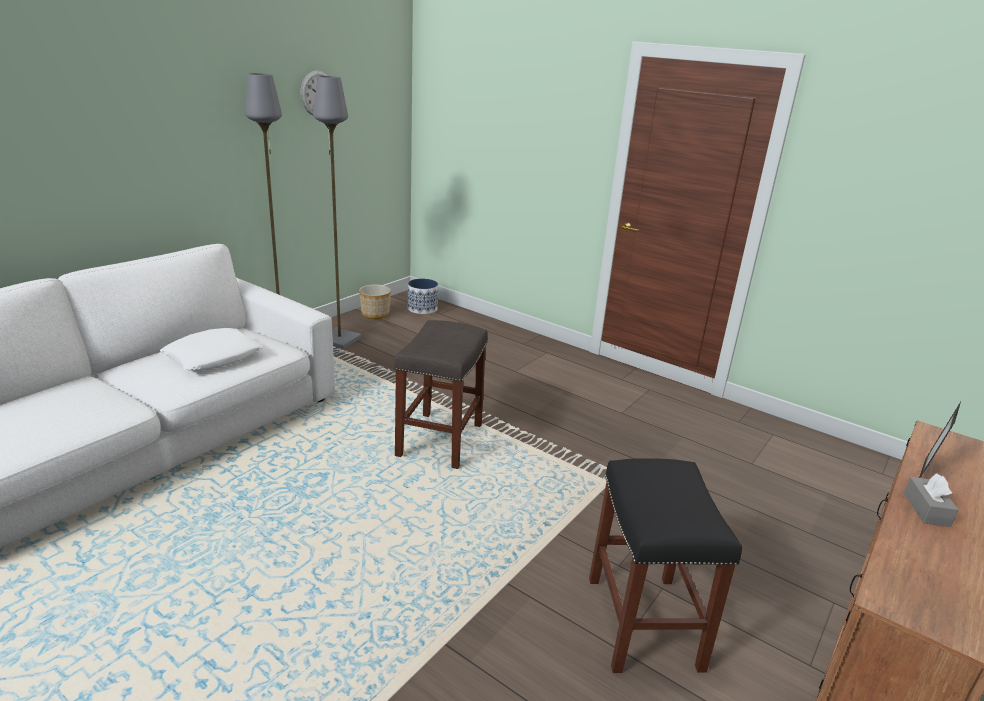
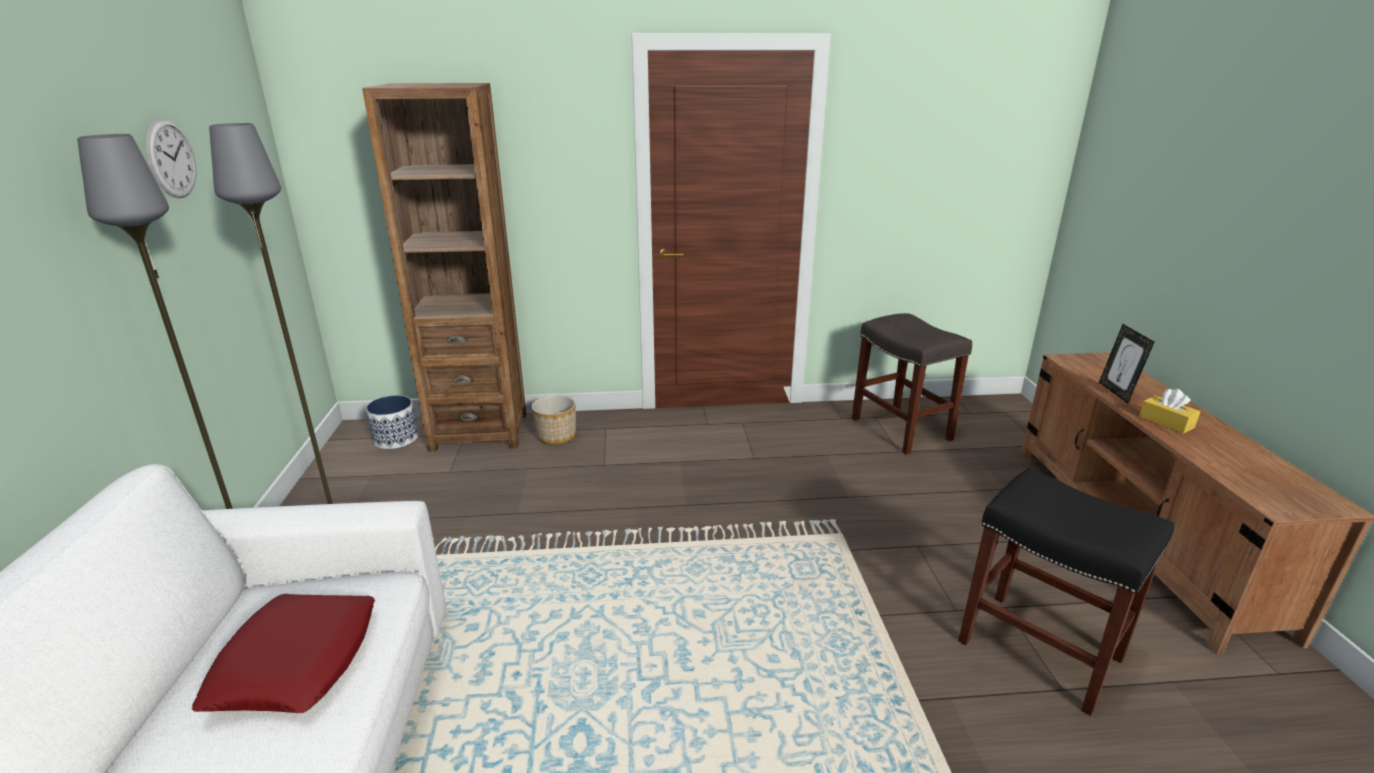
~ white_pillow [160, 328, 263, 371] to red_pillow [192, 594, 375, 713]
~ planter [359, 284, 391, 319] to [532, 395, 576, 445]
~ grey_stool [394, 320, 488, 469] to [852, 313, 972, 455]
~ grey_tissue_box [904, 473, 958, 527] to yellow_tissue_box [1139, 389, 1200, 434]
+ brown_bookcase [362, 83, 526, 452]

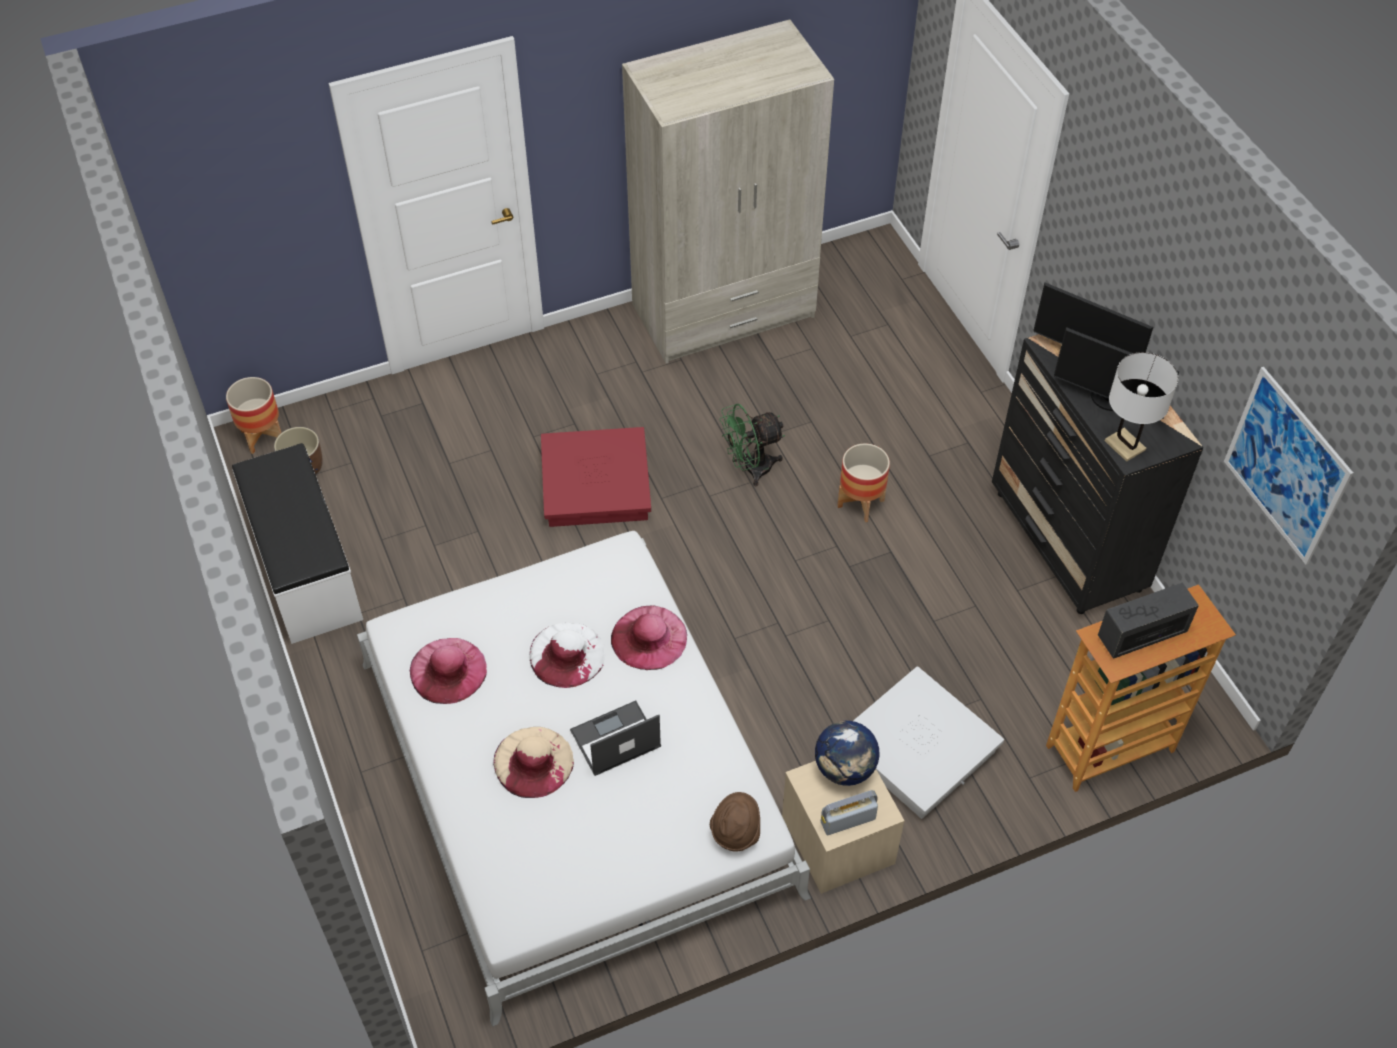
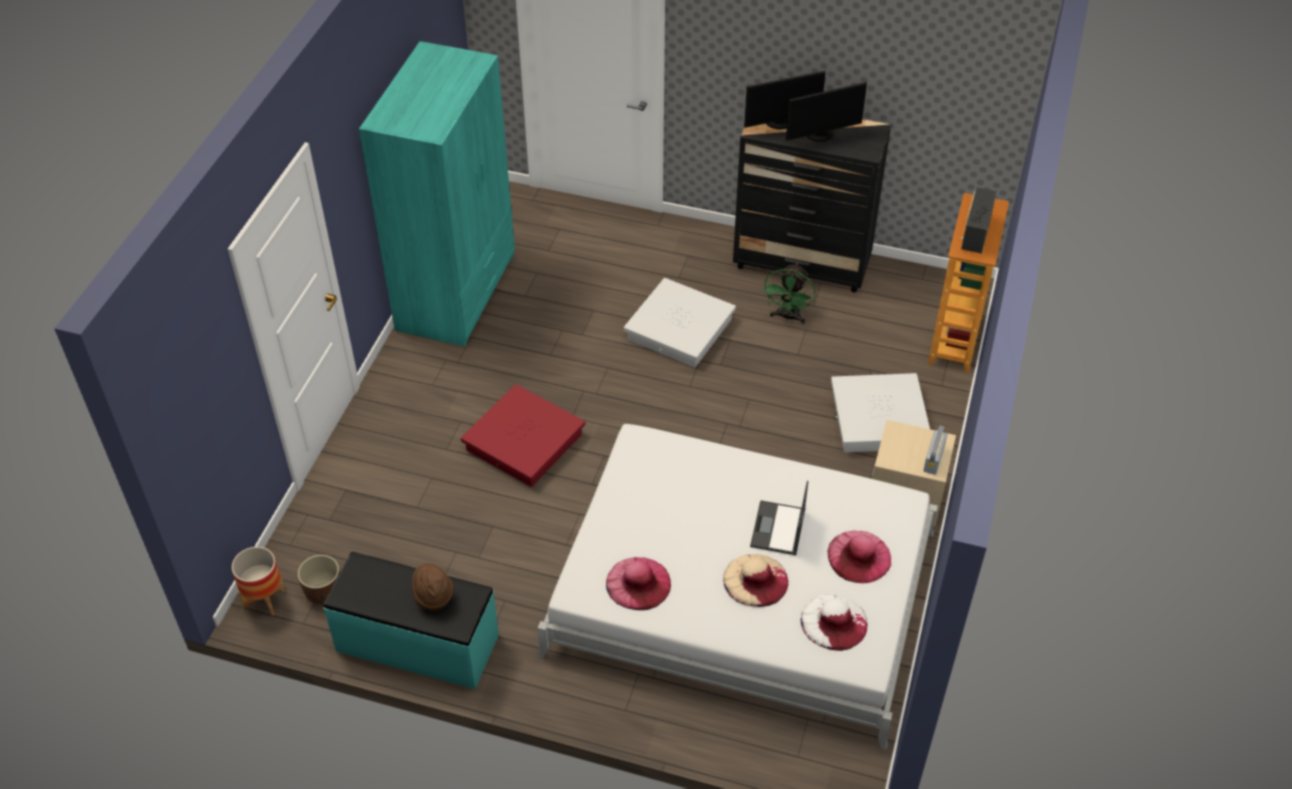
~ white_bench [232, 443, 363, 644] to turquoise_bench [323, 552, 499, 689]
~ white_hat [530, 622, 605, 688] to [801, 595, 867, 651]
~ pink_hat [611, 605, 687, 670] to [827, 530, 891, 583]
~ beige_wardrobe [622, 19, 834, 364] to turquoise_wardrobe [359, 41, 515, 347]
~ brown_hat [710, 792, 760, 852] to [412, 563, 454, 611]
~ green_fan [719, 404, 785, 486] to [762, 263, 815, 324]
- globe [815, 721, 879, 786]
~ planter [837, 443, 890, 522] to white_storage_box [624, 278, 736, 367]
- white_table_lamp [1105, 352, 1178, 462]
- picture [1224, 367, 1353, 565]

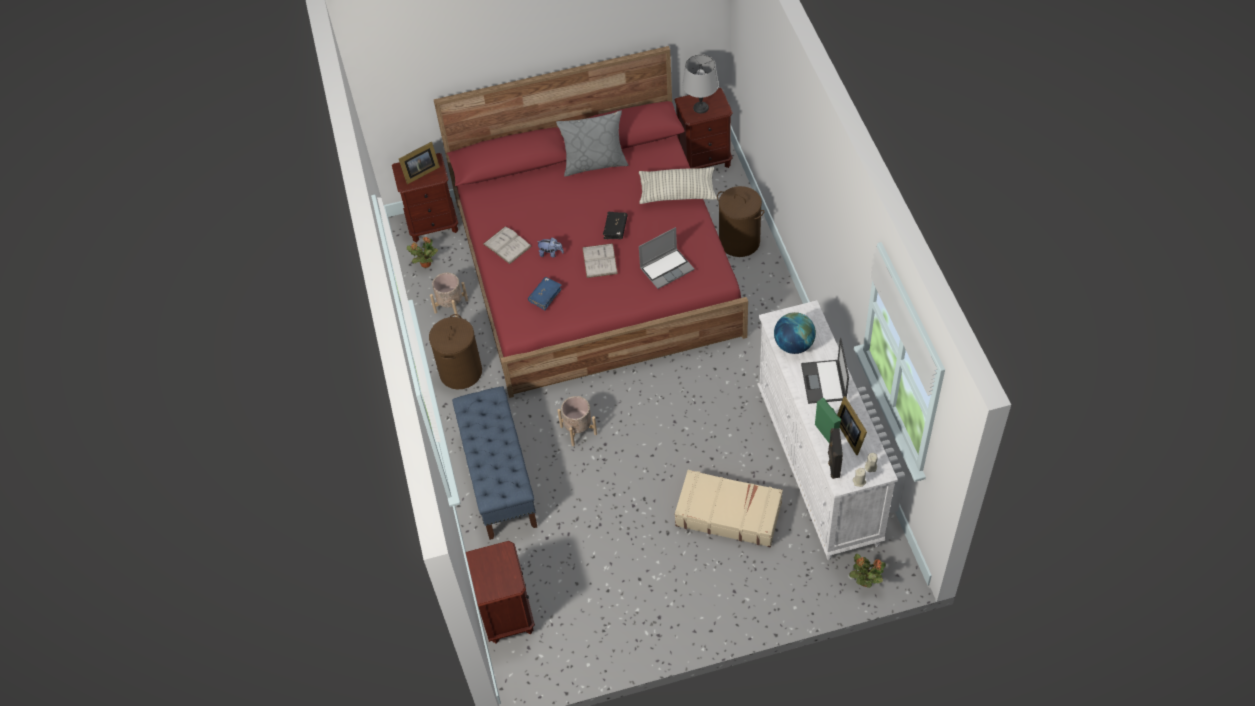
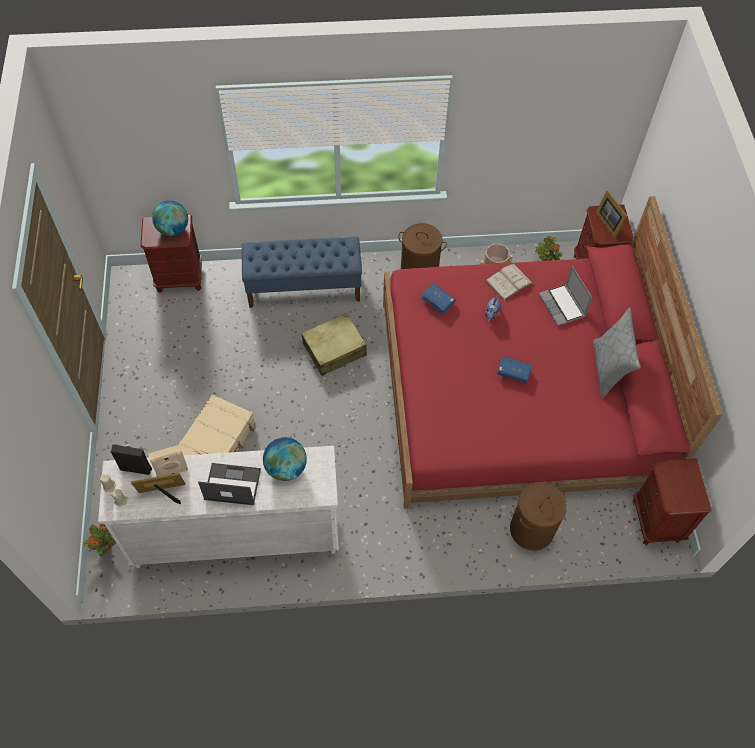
~ beige_planter [558, 396, 597, 446] to beige_suitcase [301, 313, 367, 376]
- white_book [582, 243, 618, 278]
~ black_book [603, 212, 628, 239] to blue_book [497, 356, 532, 383]
- pillow [639, 167, 717, 204]
~ laptop [639, 227, 694, 289] to [539, 265, 592, 326]
- grey_table_lamp [682, 54, 719, 114]
~ green_speaker [815, 398, 841, 443] to beige_speaker [148, 445, 188, 477]
+ globe [152, 200, 188, 236]

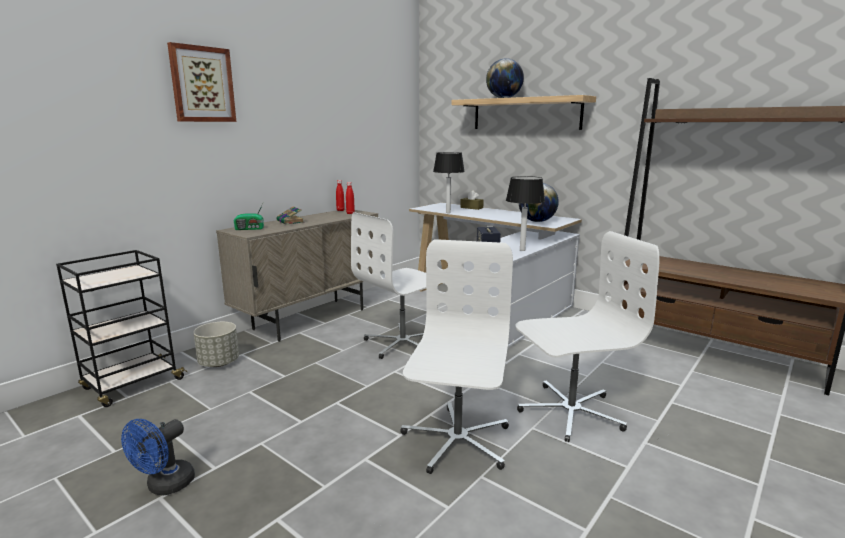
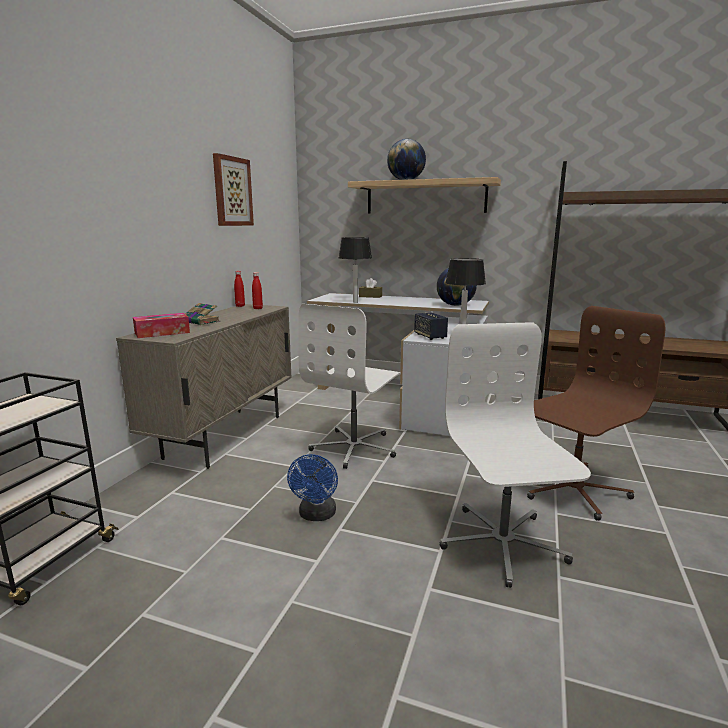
~ blue_fan [121, 419, 195, 495] to [287, 454, 338, 521]
~ picture [167, 42, 236, 122] to [213, 153, 254, 226]
- grey_planter [193, 322, 239, 367]
~ radio [234, 201, 264, 230] to tissue_box [133, 313, 190, 338]
~ white_office_chair [515, 231, 660, 442] to brown_office_chair [527, 306, 665, 520]

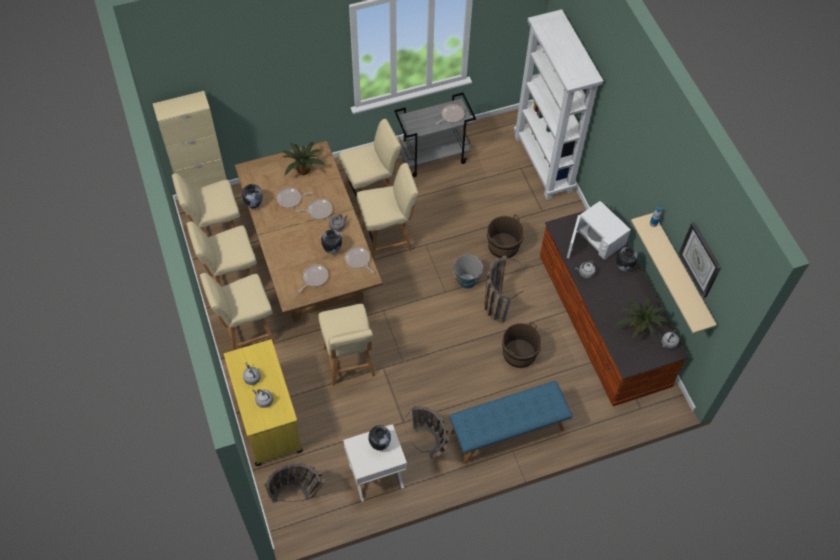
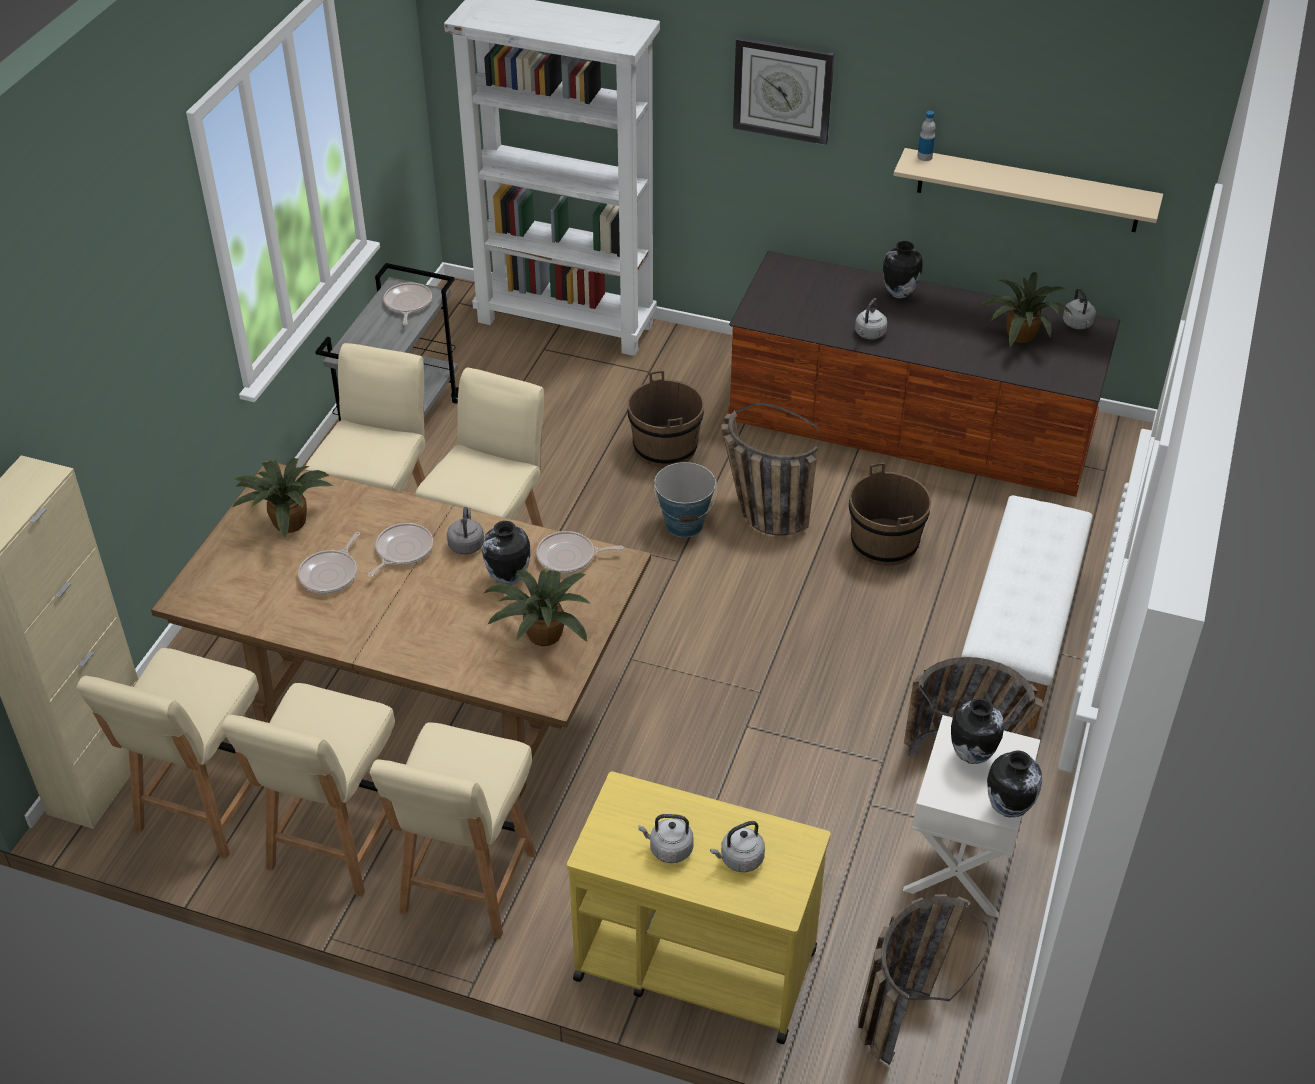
~ vase [242, 184, 263, 209] to [987, 750, 1042, 817]
~ frying_pan [298, 264, 329, 292] to potted_plant [482, 570, 591, 646]
- beige_chair [318, 304, 375, 386]
~ blue_bench [449, 381, 573, 464] to white_bench [961, 495, 1093, 730]
- white_microwave [567, 201, 631, 260]
~ wall_clock [679, 222, 721, 298] to [733, 37, 834, 145]

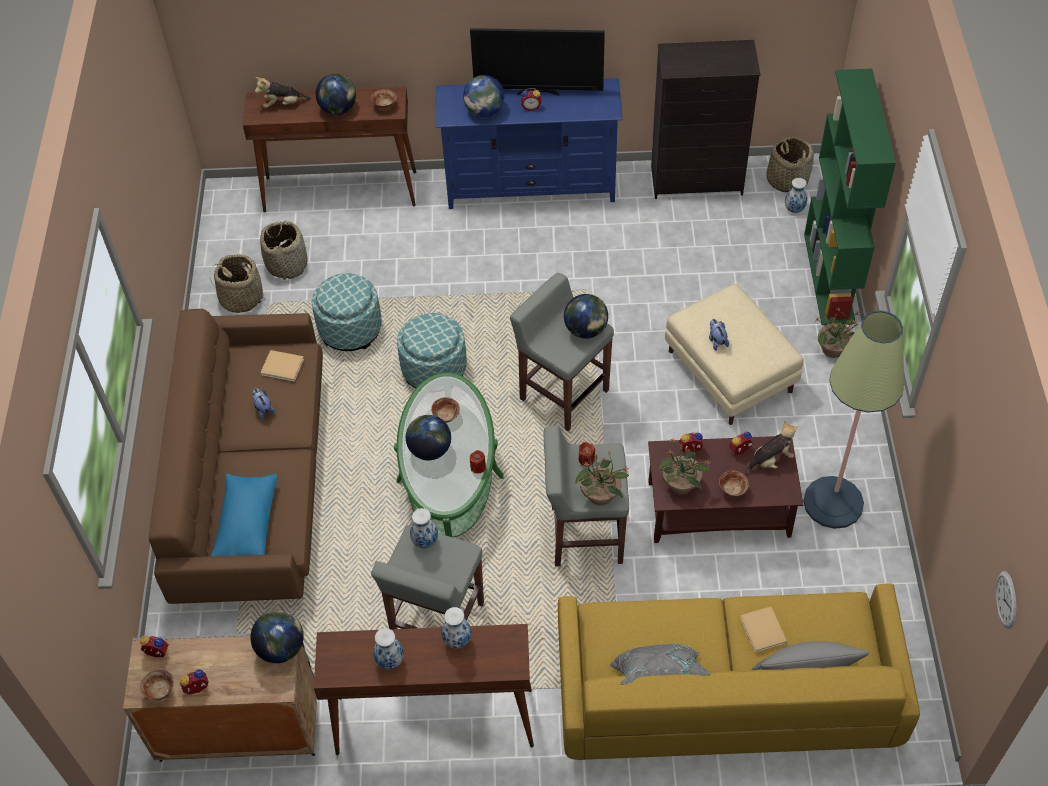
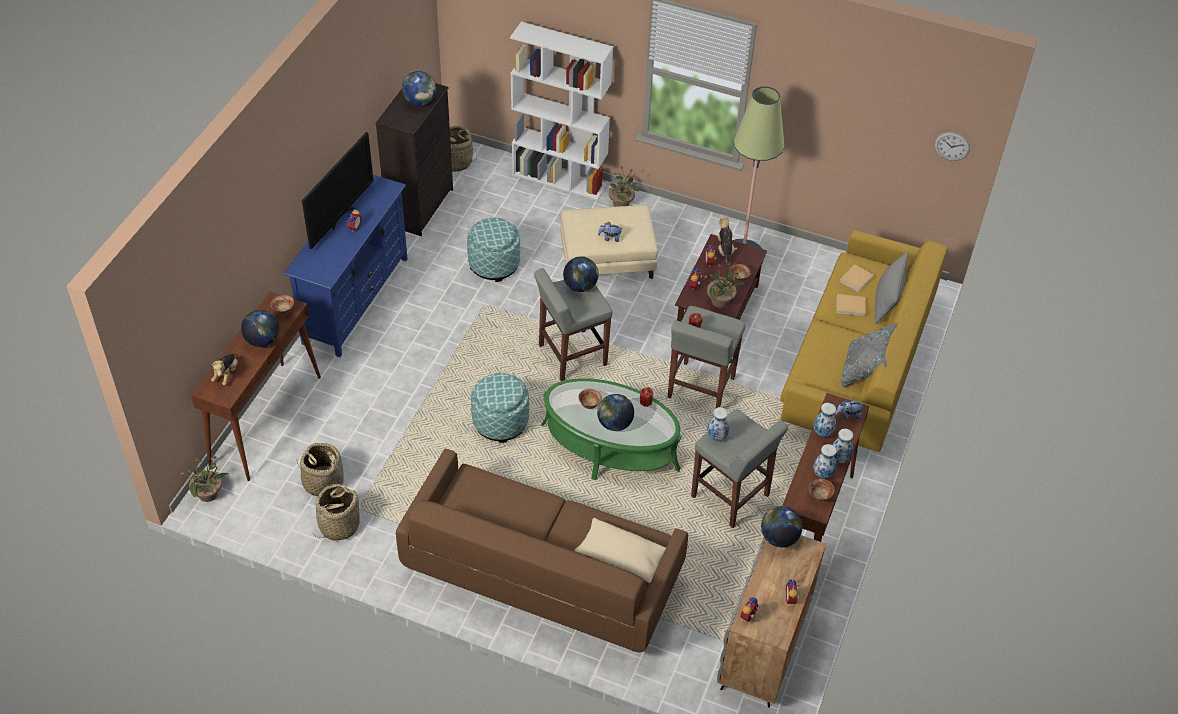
~ bowl [140, 669, 174, 700] to [809, 479, 835, 502]
~ blue_pillow [211, 474, 278, 556] to beige_pillow [574, 518, 666, 583]
~ plush_toy [252, 388, 275, 420] to [835, 399, 864, 420]
~ beige_book [260, 350, 304, 382] to [839, 264, 874, 292]
~ ottoman [312, 273, 382, 351] to [467, 218, 520, 282]
~ globe [463, 75, 504, 117] to [402, 71, 436, 106]
~ potted_plant [575, 448, 630, 506] to [180, 455, 228, 502]
~ vase [785, 178, 807, 213] to [832, 429, 853, 463]
~ green_bookcase [804, 68, 896, 325] to white_bookcase [510, 22, 613, 200]

